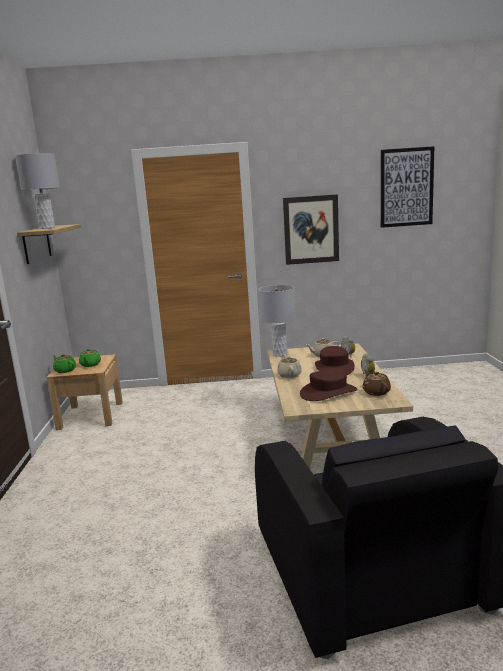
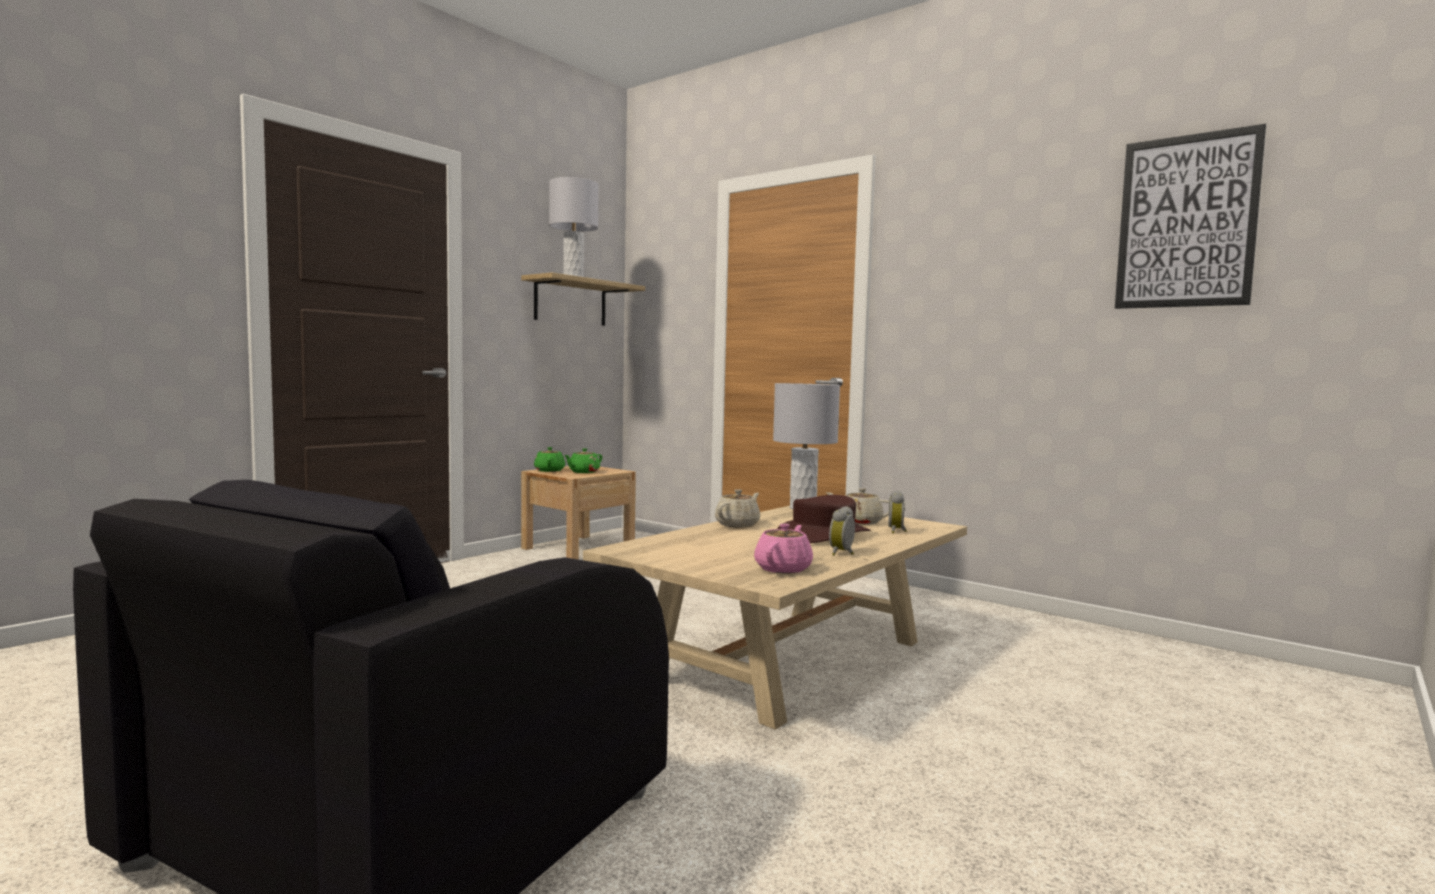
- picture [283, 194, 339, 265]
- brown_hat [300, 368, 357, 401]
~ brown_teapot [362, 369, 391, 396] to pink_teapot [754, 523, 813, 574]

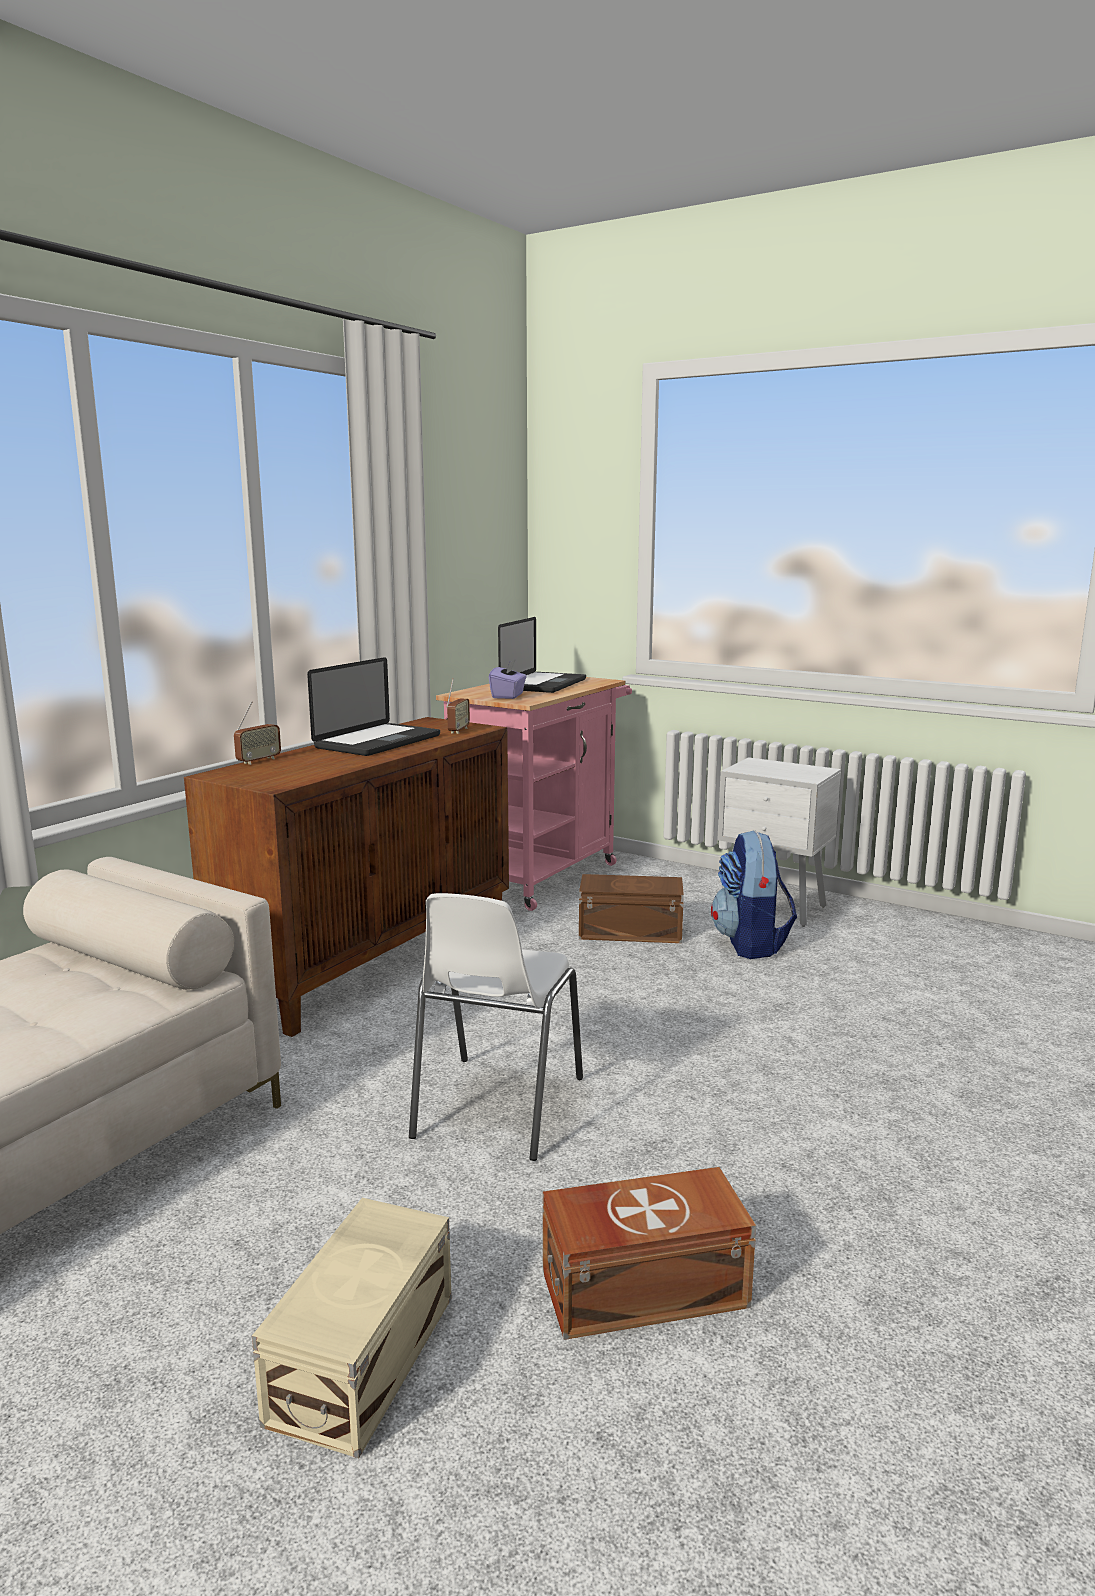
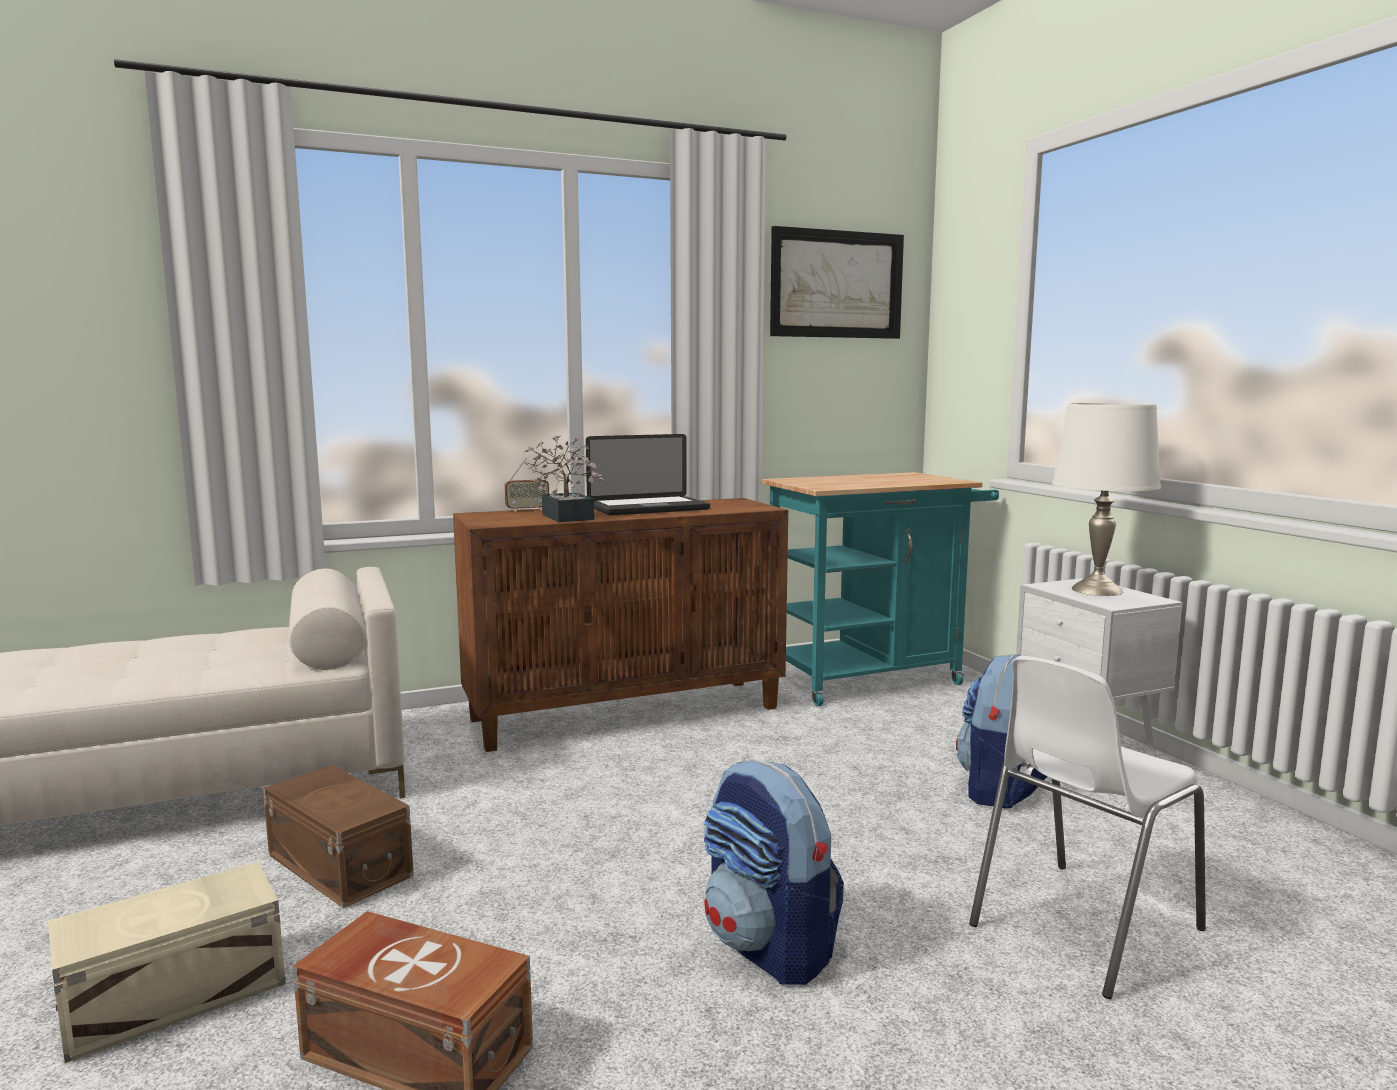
~ white_chair [409, 893, 583, 1161] to [969, 656, 1206, 999]
~ pink_cart [436, 677, 632, 911] to turquoise_cart [761, 472, 999, 706]
- radio [446, 678, 470, 734]
- purple_tissue_box [489, 659, 527, 699]
- laptop [498, 617, 586, 693]
~ brown_storage_box [579, 874, 684, 943] to [263, 765, 414, 908]
+ potted_plant [524, 434, 604, 522]
+ backpack [704, 760, 844, 985]
+ picture [770, 226, 904, 339]
+ white_table_lamp [1052, 403, 1161, 596]

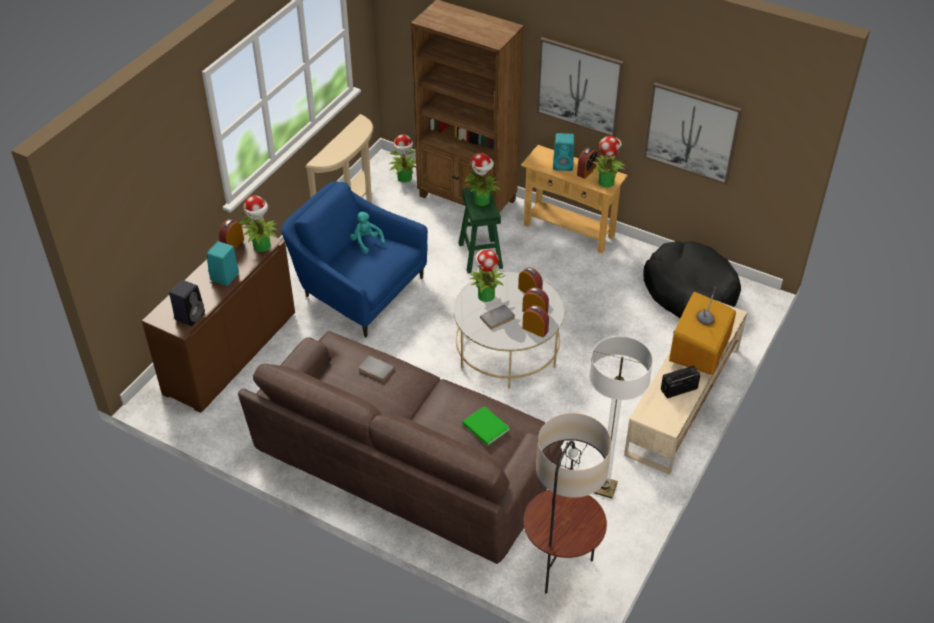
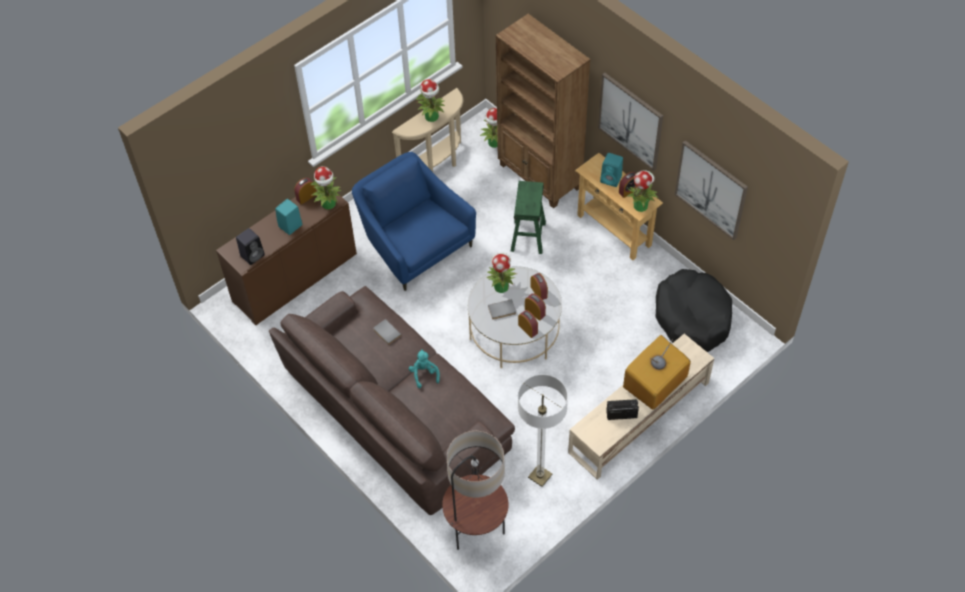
~ turquoise_plush_toy [350, 212, 385, 254] to [409, 349, 440, 388]
- green_book [462, 406, 510, 445]
~ potted_plant [464, 153, 500, 206] to [415, 79, 445, 122]

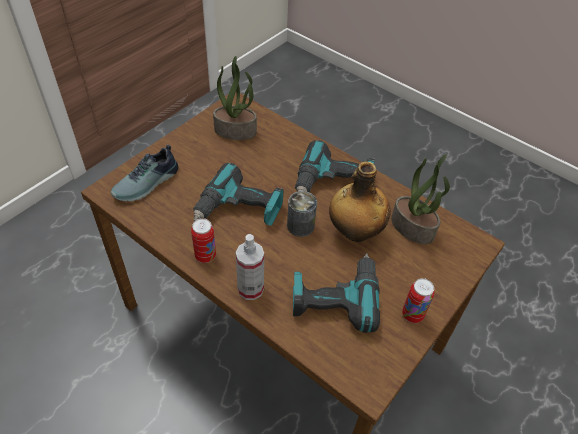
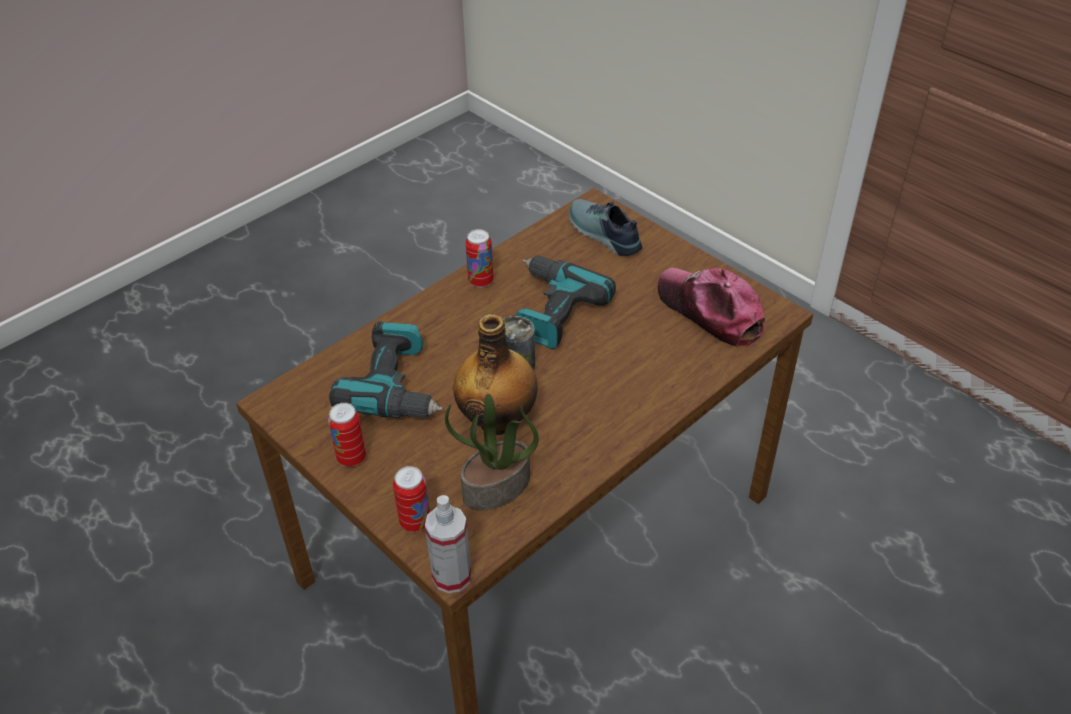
~ potted_plant [213, 56, 257, 140] to cap [658, 267, 765, 348]
~ spray_bottle [236, 234, 264, 300] to [425, 495, 472, 593]
- power_drill [295, 140, 375, 192]
+ can [393, 466, 430, 532]

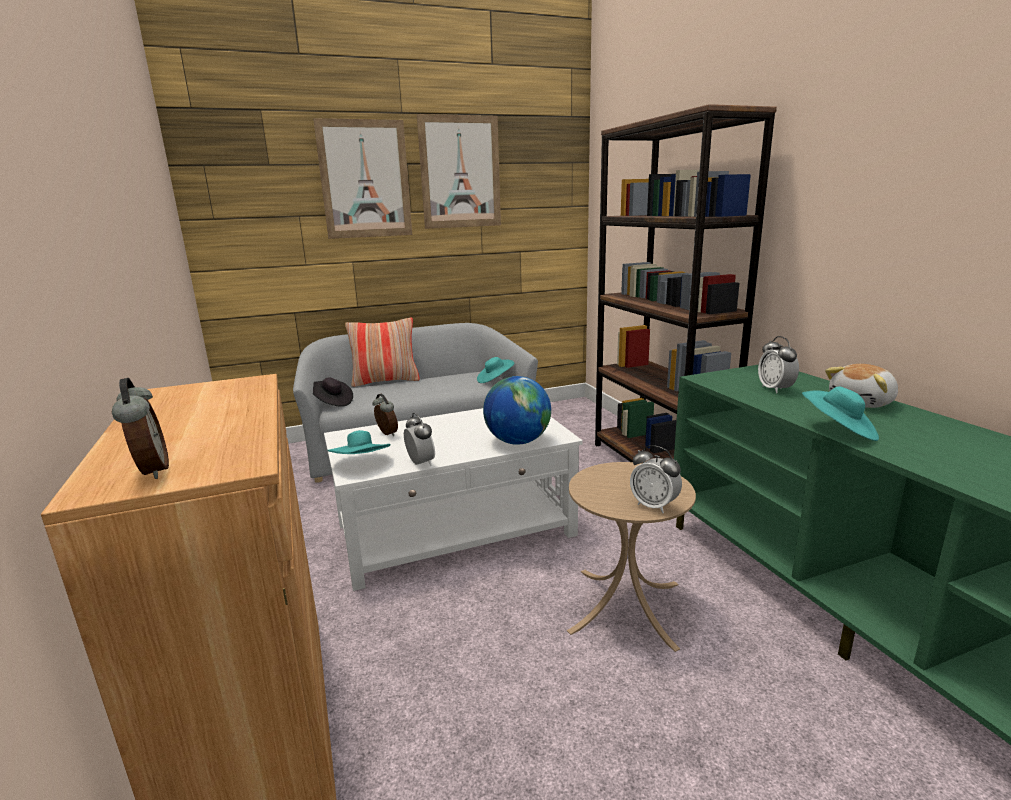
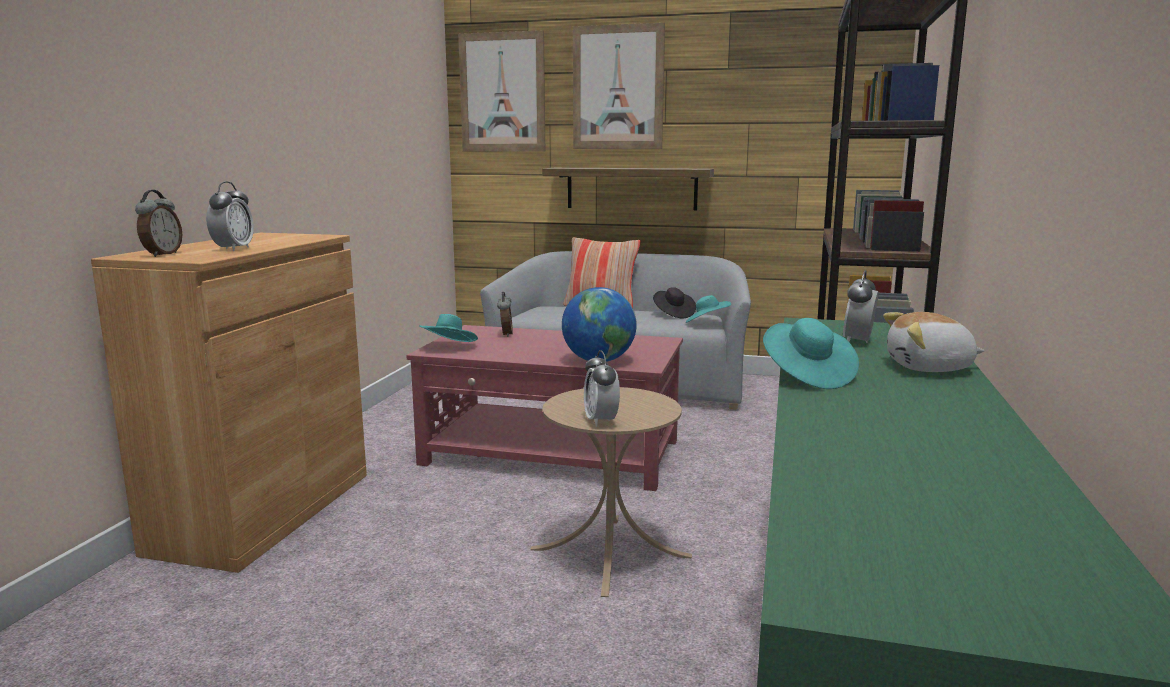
~ black_hat [313, 377, 353, 407] to [653, 287, 696, 318]
~ white_coffee_table [324, 408, 583, 591] to red_coffee_table [406, 325, 683, 491]
~ alarm_clock [404, 413, 435, 466] to [206, 181, 254, 251]
~ picture [417, 114, 501, 229] to [458, 30, 545, 152]
+ shelf [542, 168, 714, 210]

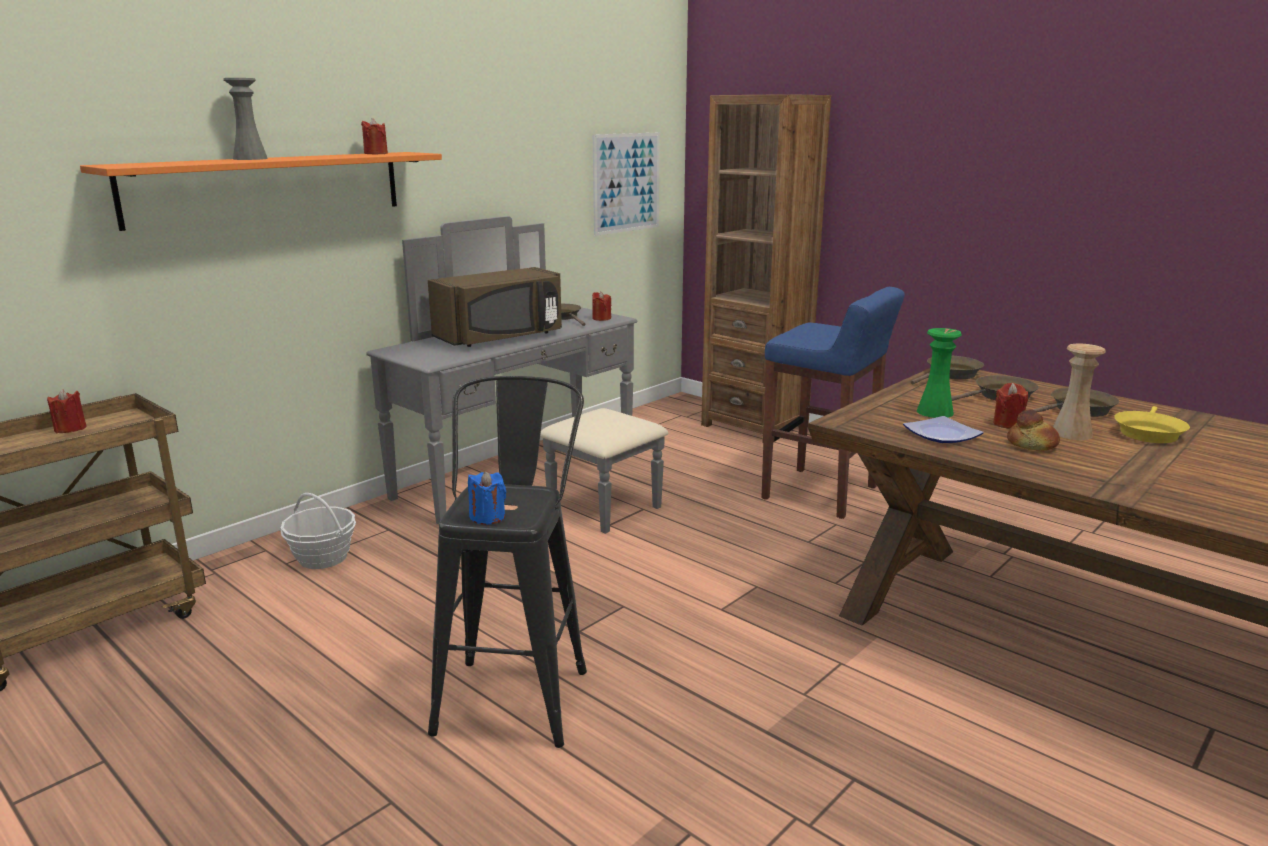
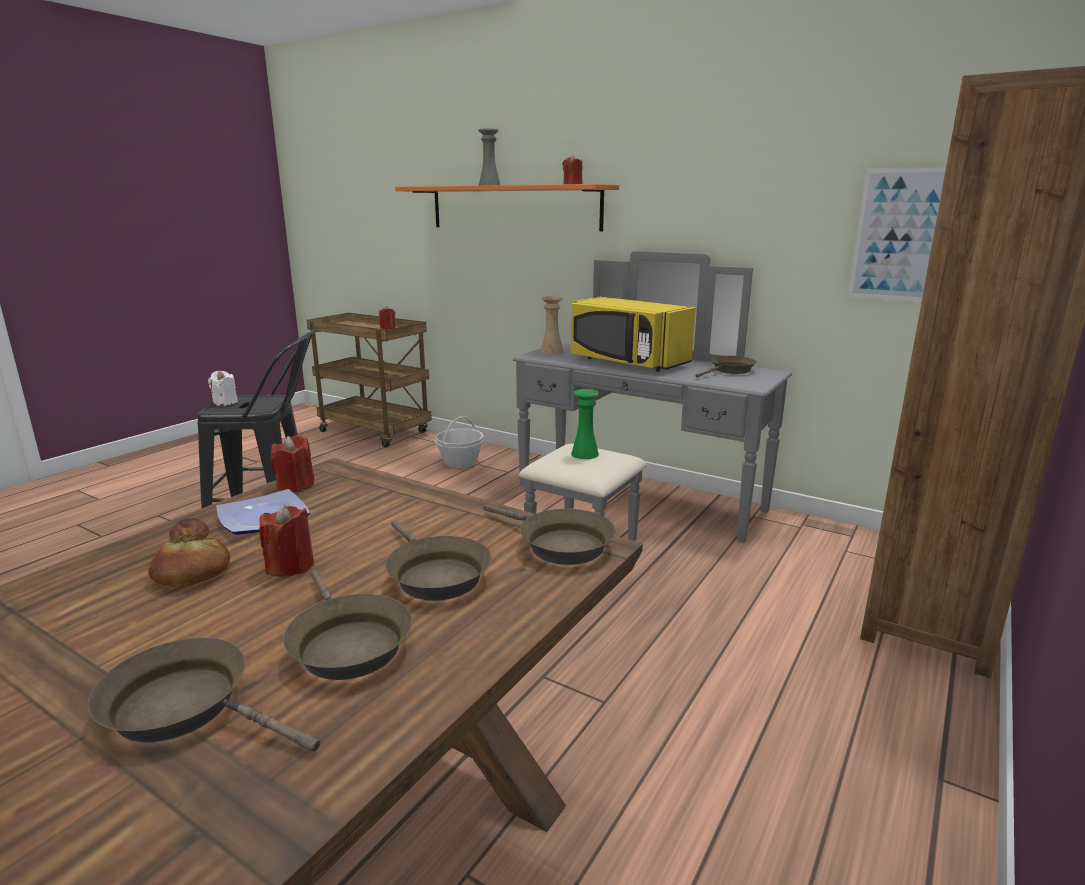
~ brown_microwave [428, 267, 562, 347] to yellow_microwave [571, 297, 696, 372]
~ blue_candle [468, 471, 506, 525] to white_candle [208, 370, 238, 406]
~ red_candle [592, 291, 611, 321] to [271, 435, 314, 492]
- blue_stool [761, 287, 905, 519]
~ green_vase [917, 328, 962, 418] to [571, 389, 599, 459]
~ beige_vase [1053, 344, 1106, 440] to [540, 296, 563, 354]
~ yellow_frying_pan [1114, 406, 1190, 443] to brown_frying_pan [88, 637, 320, 751]

